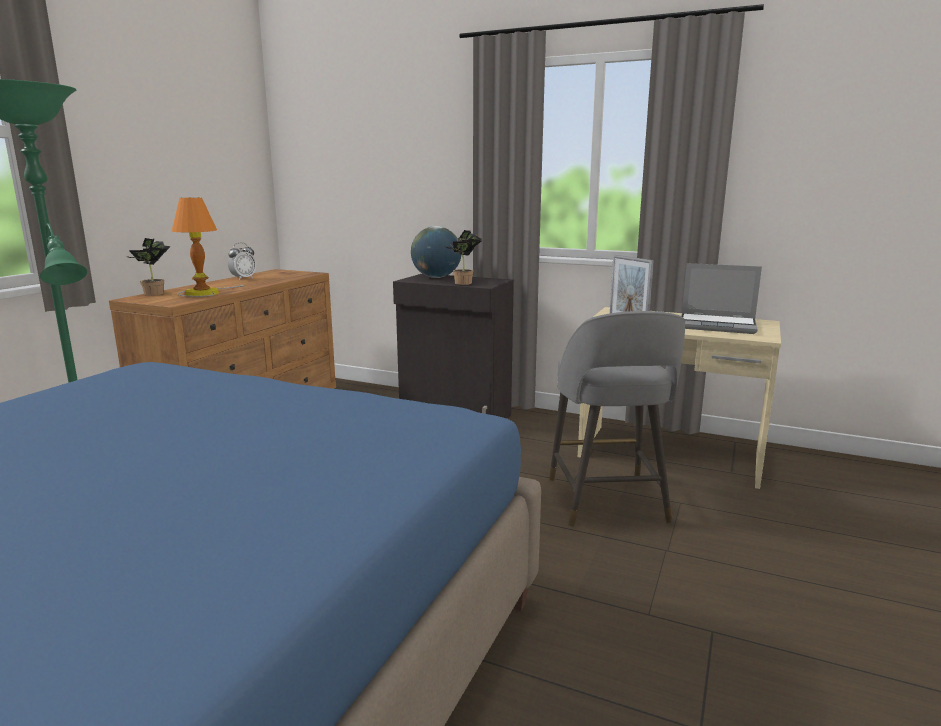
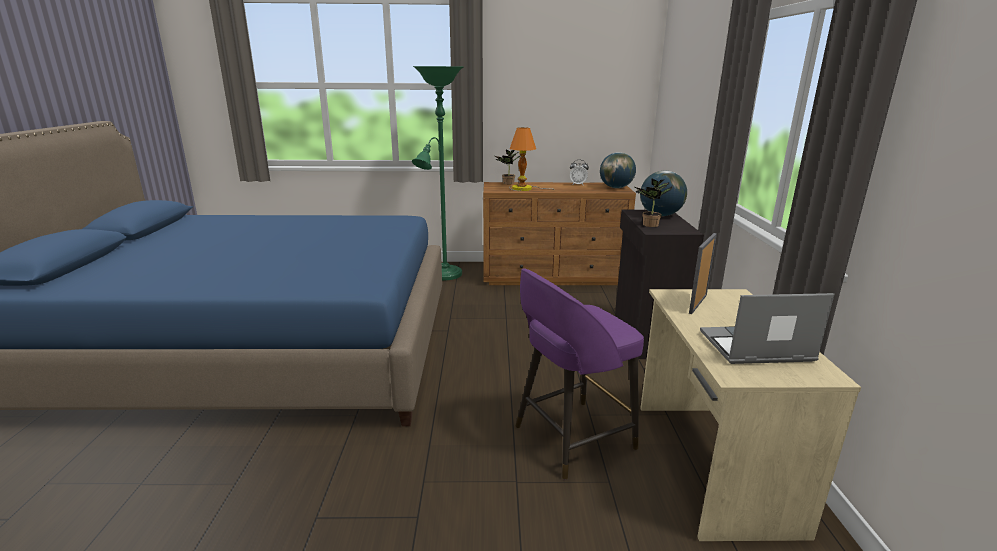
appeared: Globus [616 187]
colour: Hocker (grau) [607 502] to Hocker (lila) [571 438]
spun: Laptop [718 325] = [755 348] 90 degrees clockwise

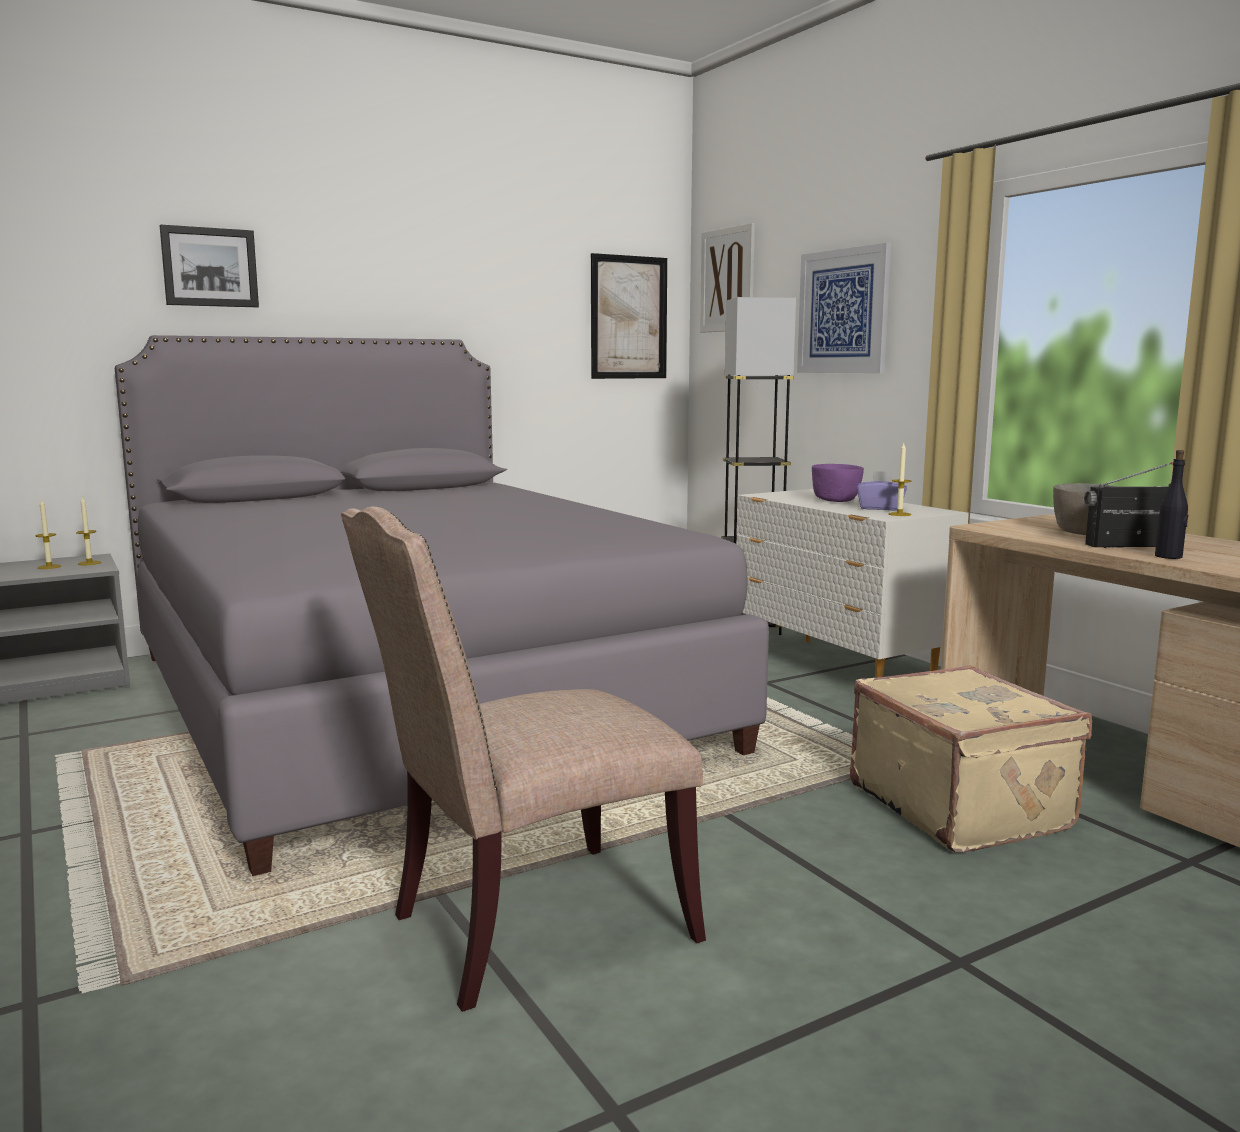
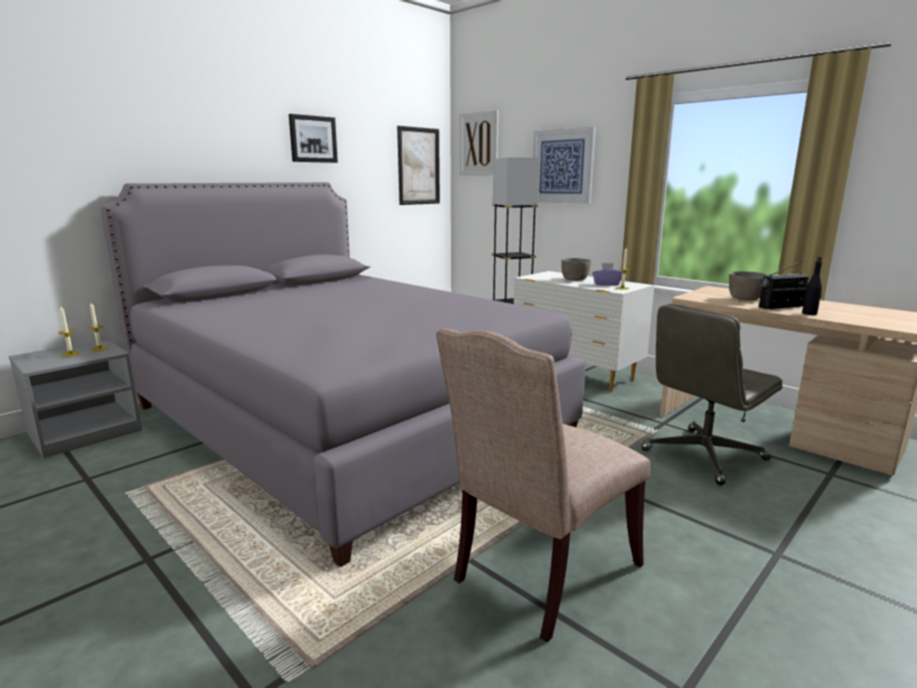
relocated: Bild [209 267] to [313 139]
exchanged: Koffer (beige) [961 806] to Bürostuhl (grau) [703 456]
colour: Schüssel (lila) [836 501] to Schüssel (grau) [575 280]

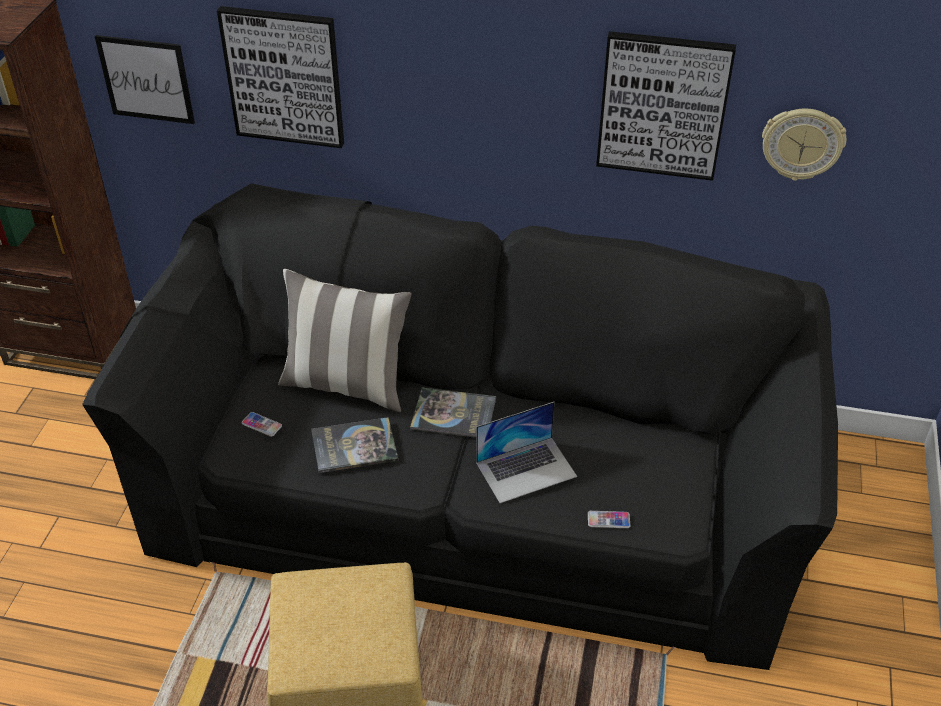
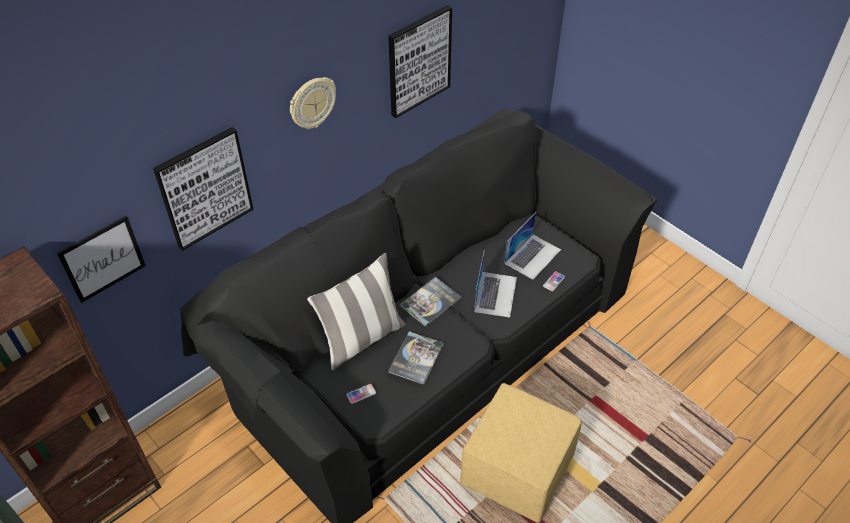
appeared: Laptop [532 256]
relocated: Wanduhr [802 143] to [312 103]

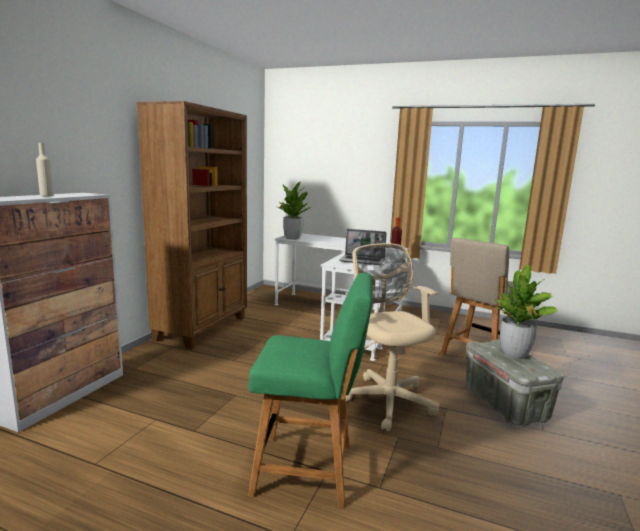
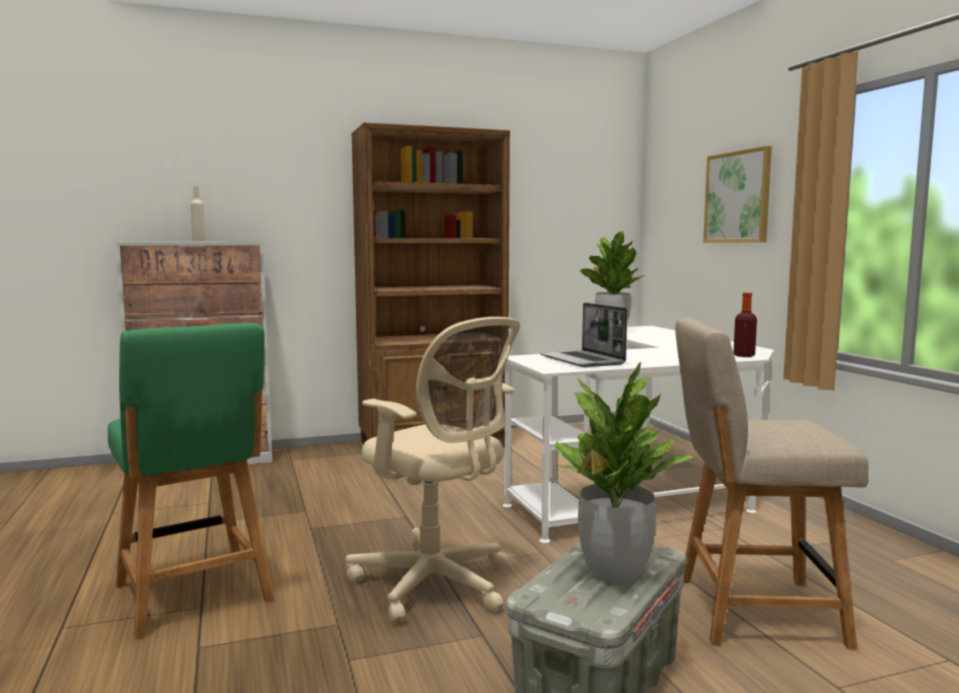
appeared: Bild [738 197]
spun: Bürostuhl (beige) [387 399] = [436 586] 105 degrees clockwise

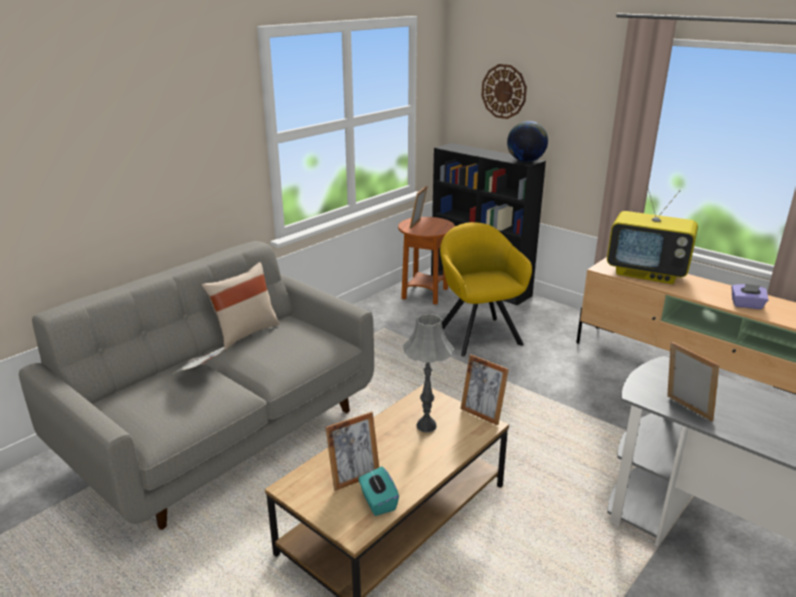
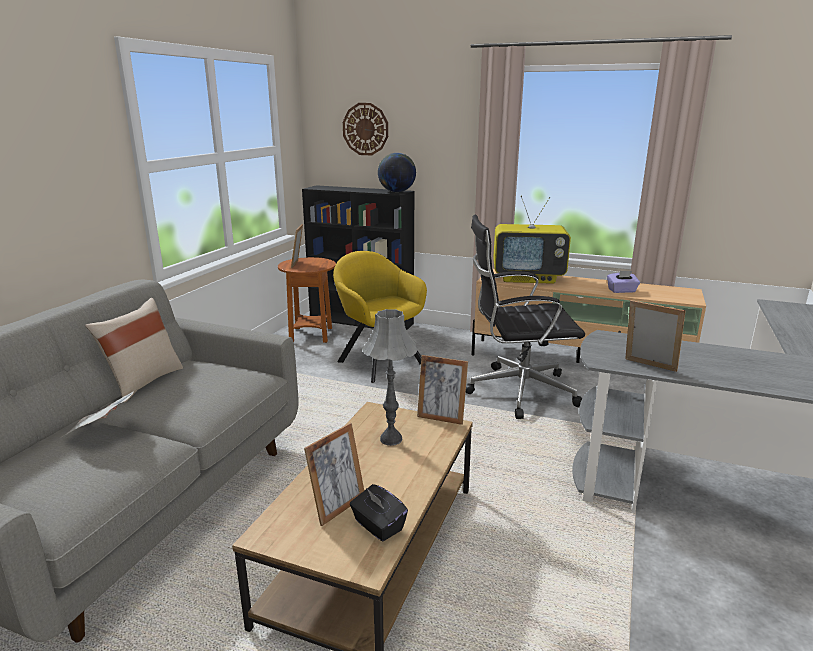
appeared: Bürostuhl (schwarz) [518 391]
colour: Taschentuchbox (türkis) [378 502] to Taschentuchbox (schwarz) [378 526]

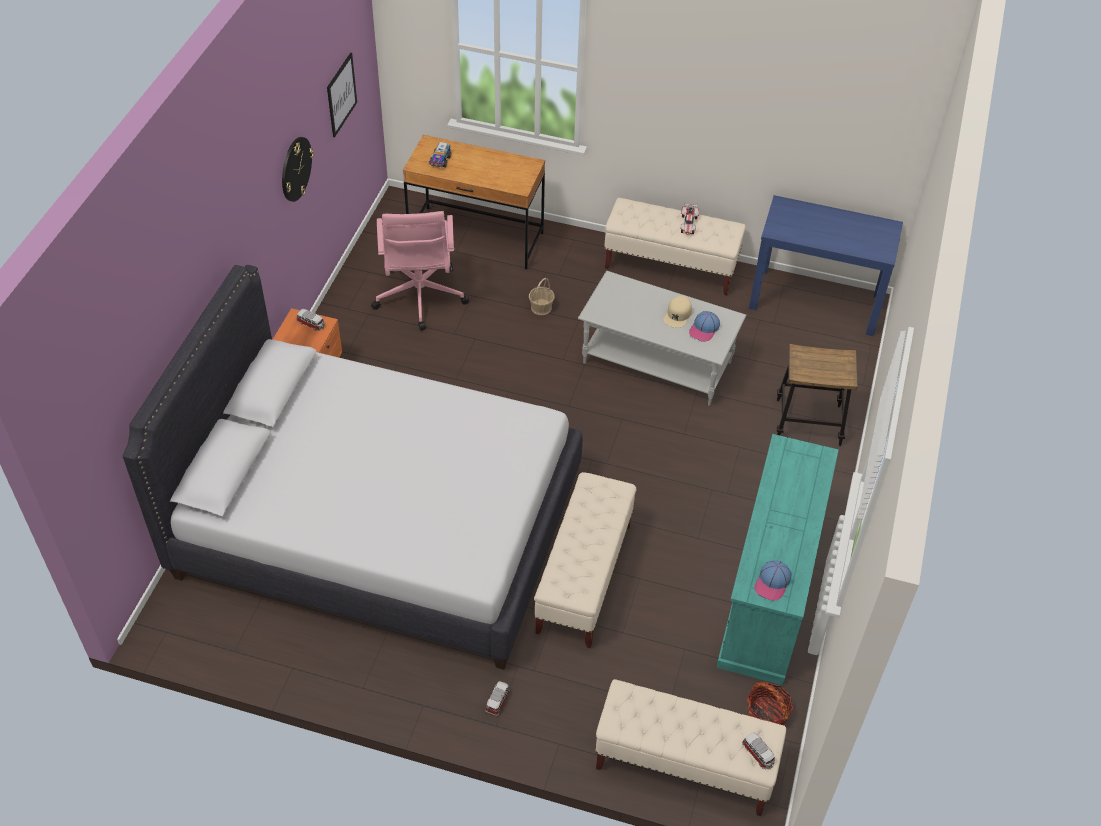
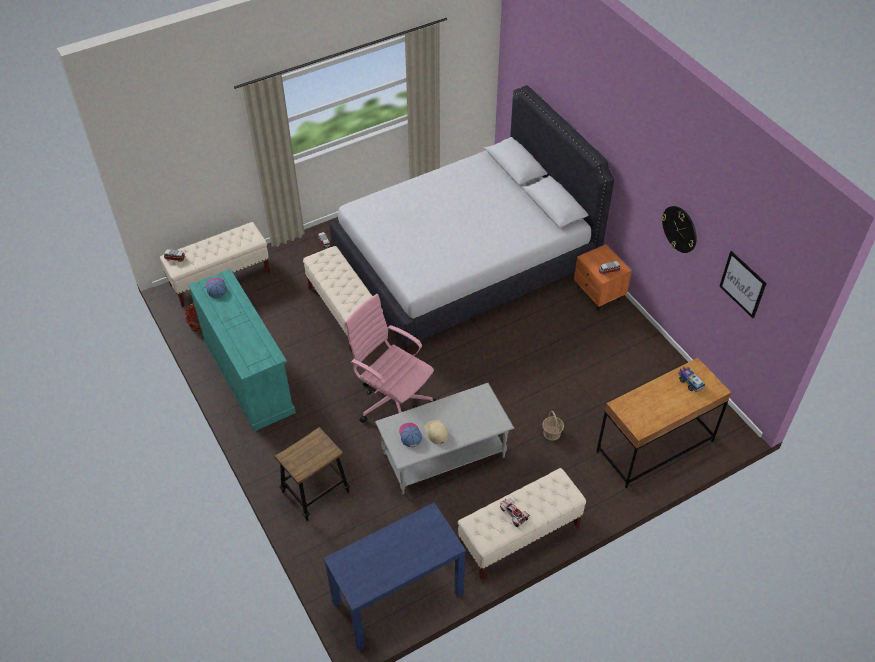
relocated: Bürostuhl (rosa) [419 298] to [393 401]

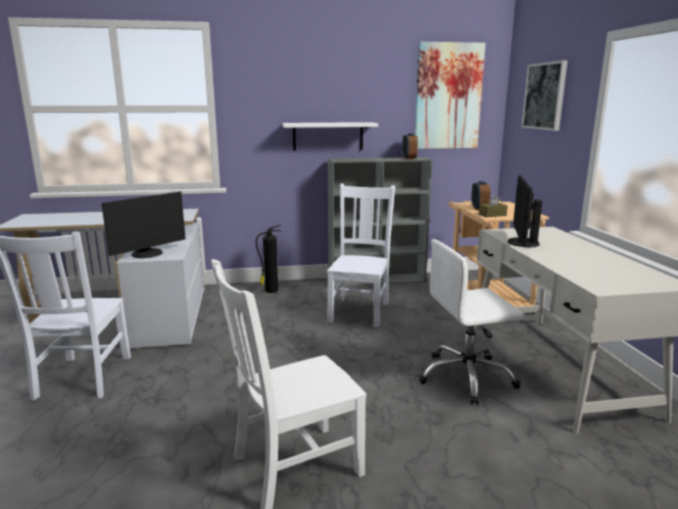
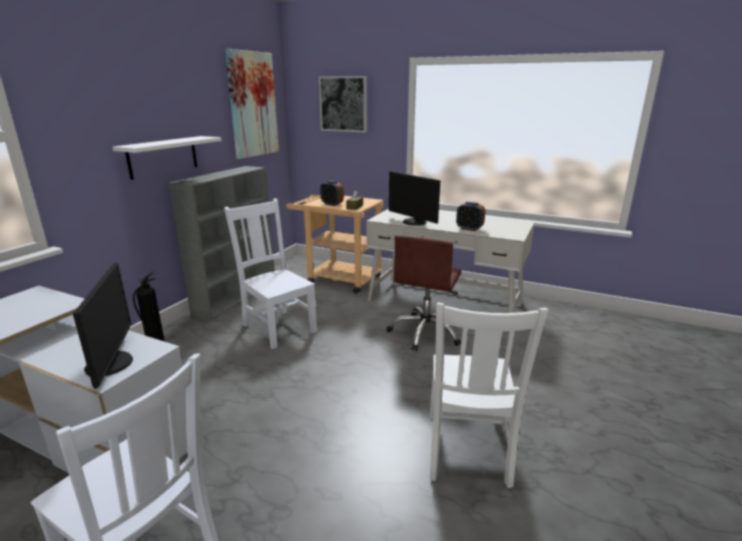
relocated: Wecker [409 158] to [469 229]
colour: Bürostuhl (weiß) [466 377] to Bürostuhl (braun) [425 332]

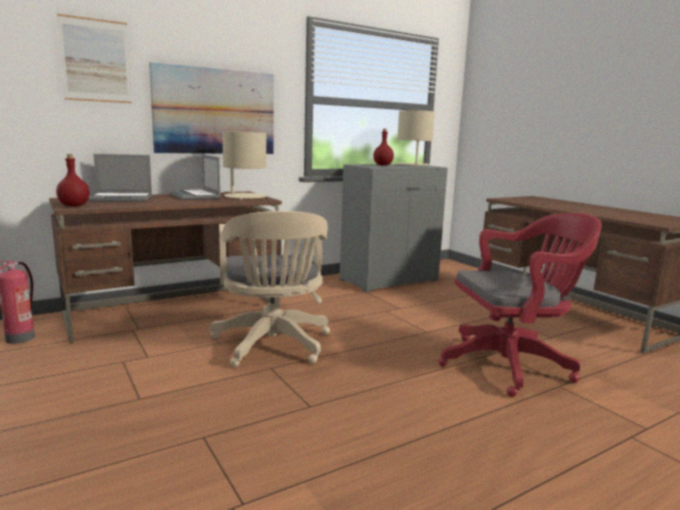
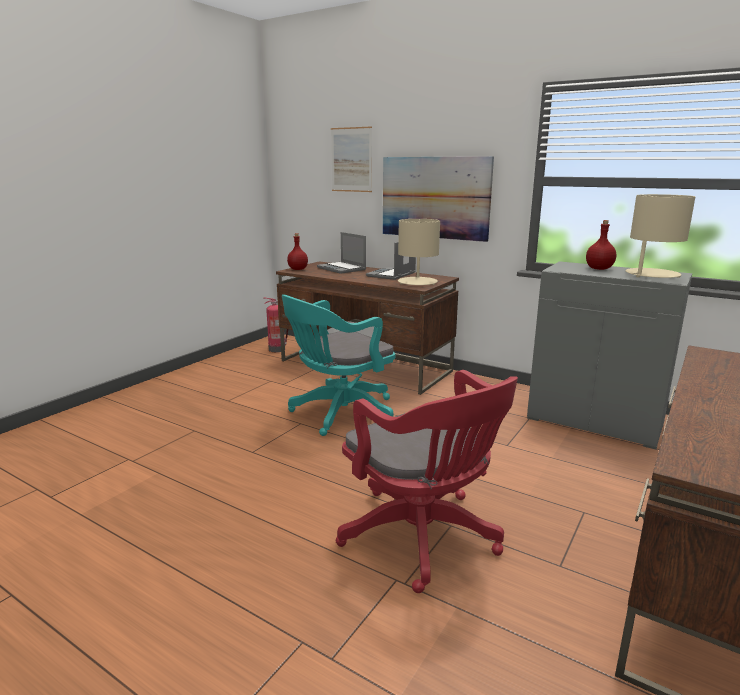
colour: Bürostuhl (beige) [273 346] to Bürostuhl (türkis) [339 414]

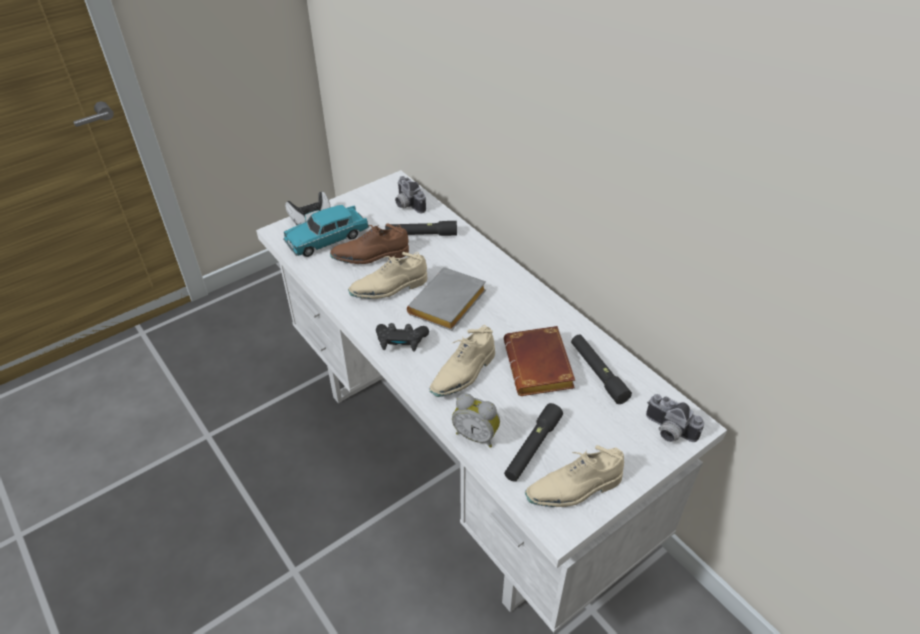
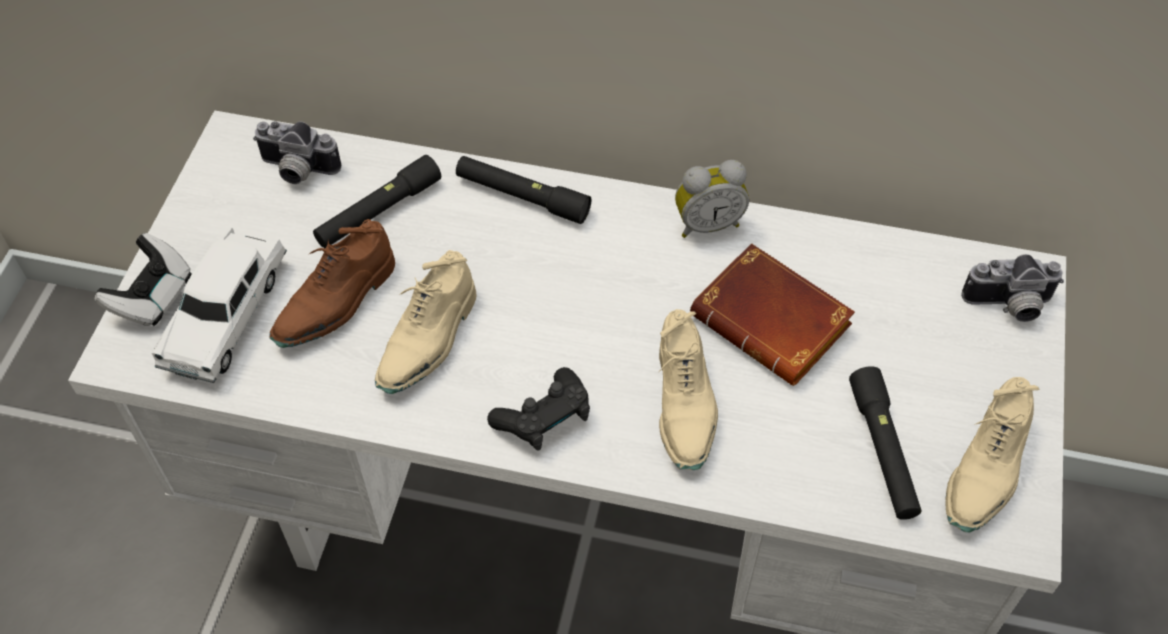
missing: Buch (grau) [448 306]
relocated: Wecker [476 435] to [707 223]; Taschenlampe (schwarz) [598 373] to [522 197]
colour: Spielzeugauto (türkis) [327 239] to Spielzeugauto (weiß) [226 317]

